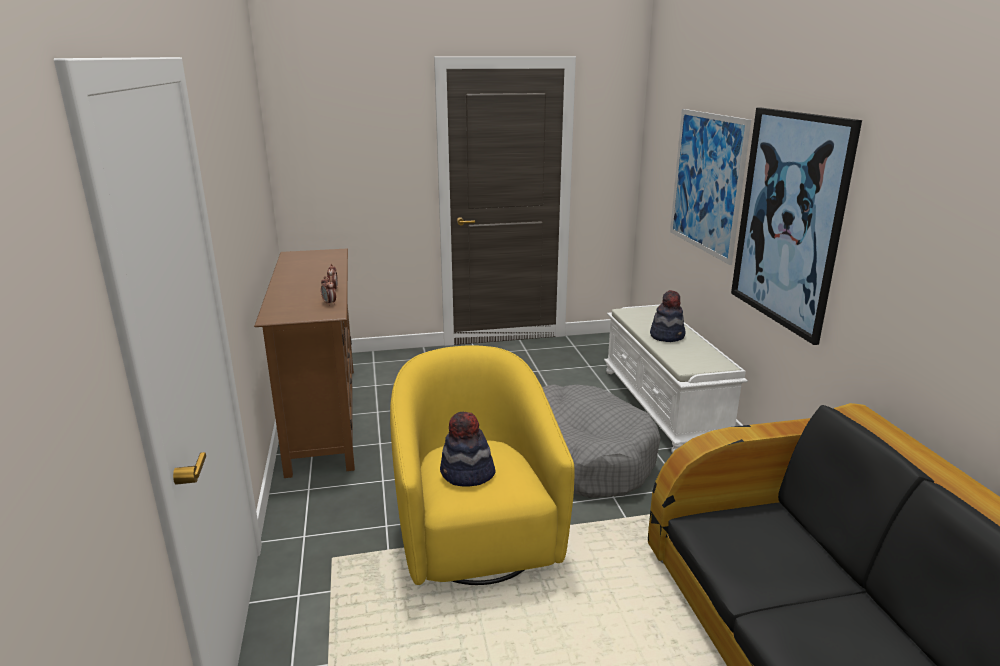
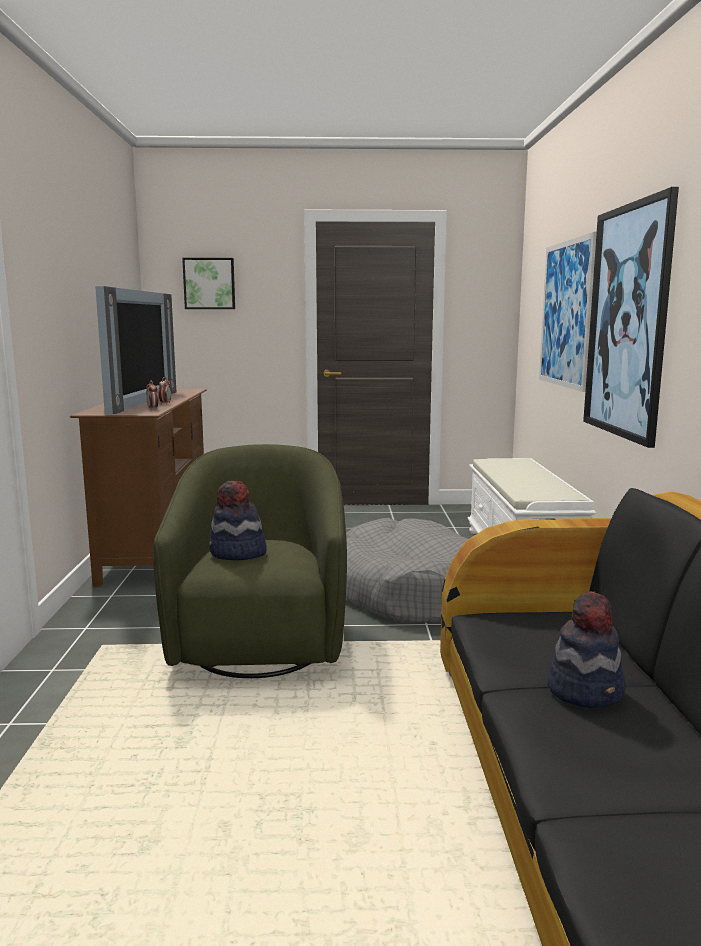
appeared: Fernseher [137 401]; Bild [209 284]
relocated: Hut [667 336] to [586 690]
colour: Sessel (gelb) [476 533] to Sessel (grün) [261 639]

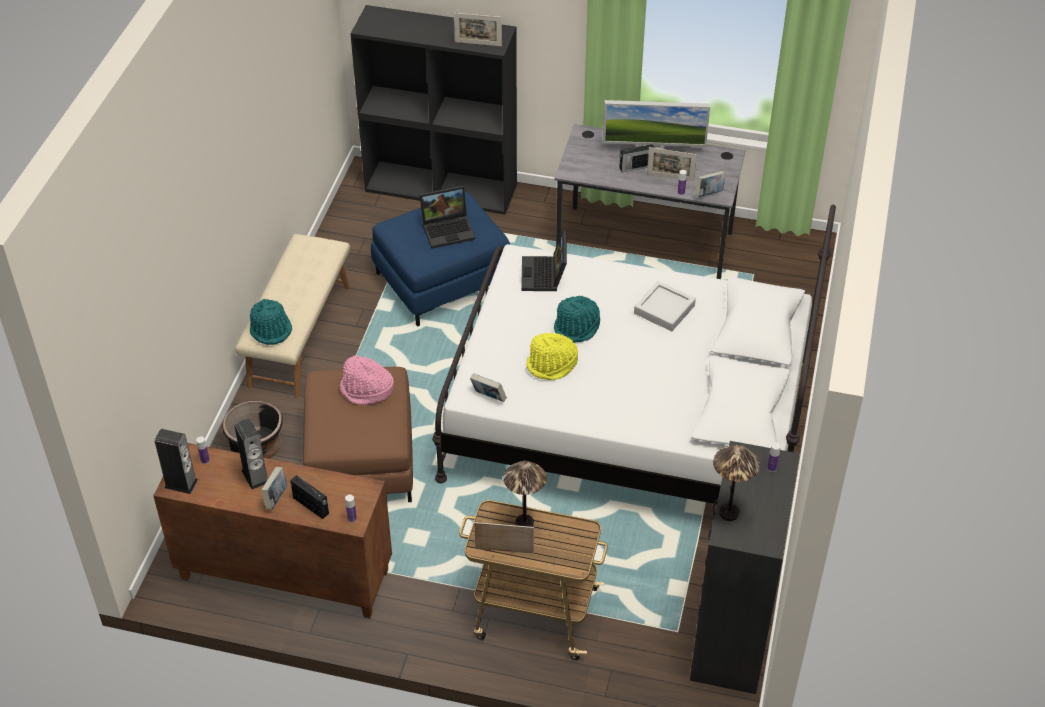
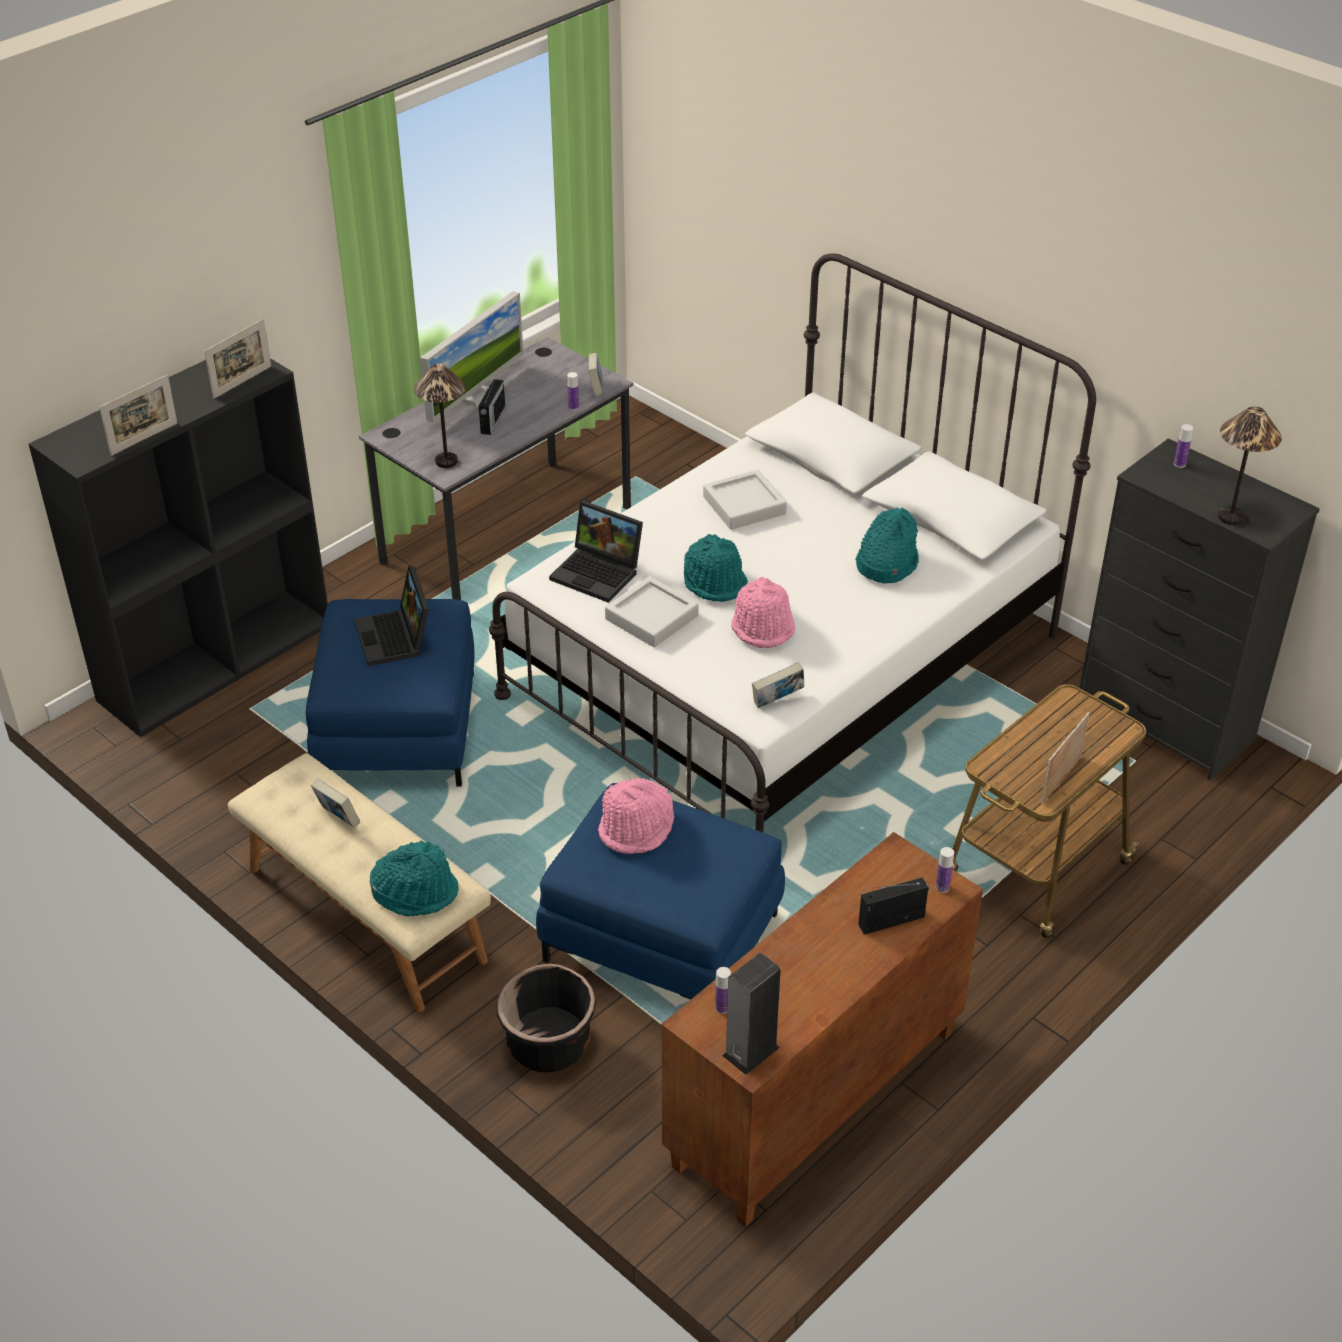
missing: Lautsprecher [255 476]
appeared: Tablett (grau) [651 617]; Hut (türkis) [885 563]
relocated: Buch [276 497] to [338 818]; Tischlampe [525 523] to [447 461]; Bilderrahmen [670 177] to [144 439]
colour: Polsterhocker (braun) [360 460] to Polsterhocker (blau) [661 938]; Hut (gelb) [552 364] to Hut (rosa) [763 626]
spun: Laptop [449 229] = [396 638] 150 degrees clockwise

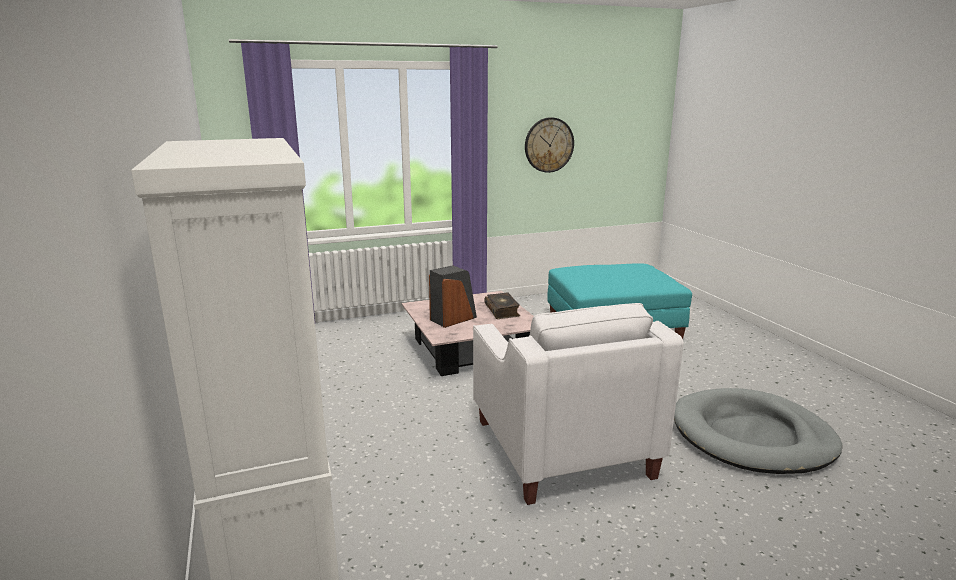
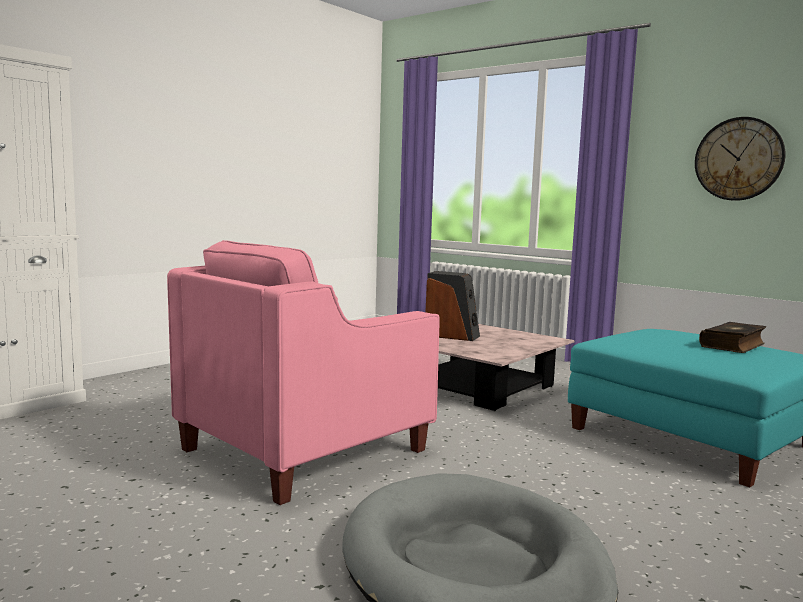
relocated: Buch [502 311] to [733 346]
colour: Sessel (weiß) [561 448] to Sessel (rosa) [304 449]

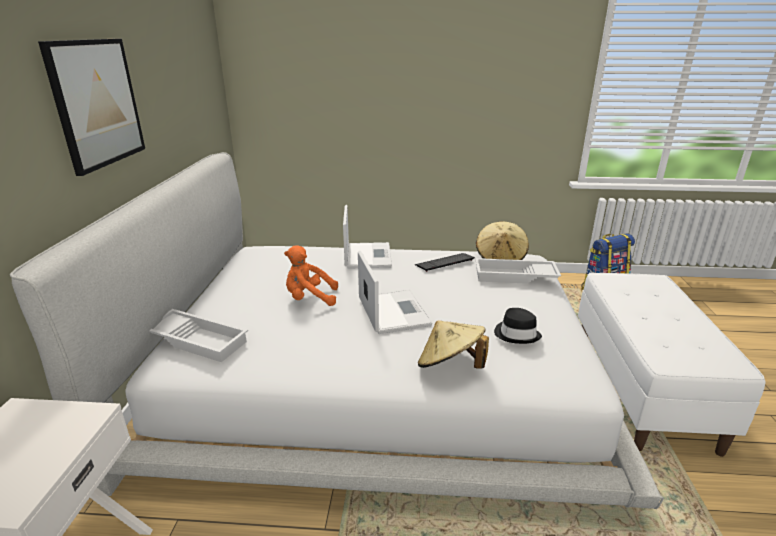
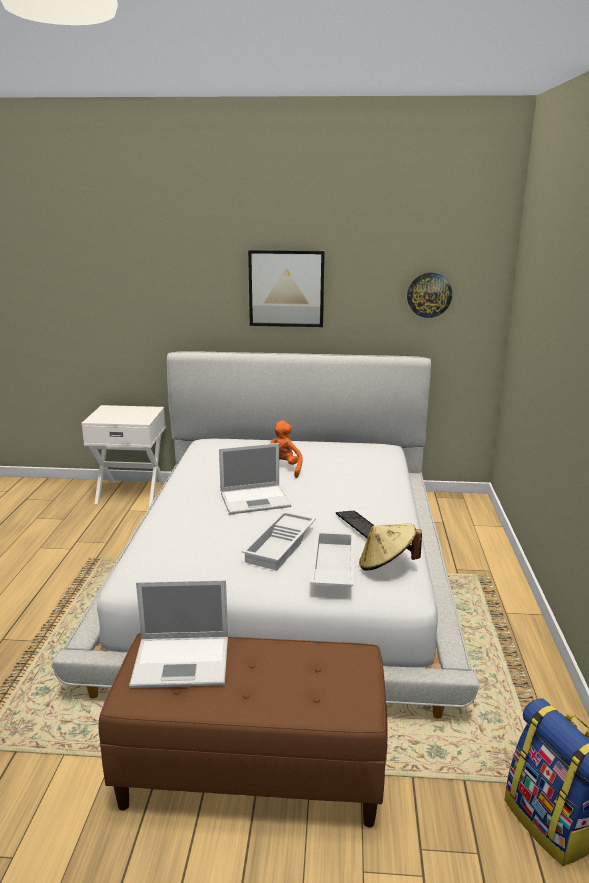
missing: Hut (beige) [450 366]; Hut (schwarz) [517 334]
appeared: Wanduhr [429 295]
relocated: Tablett (weiß) [198 339] to [281 545]; Laptop [367 255] to [183 661]
colour: Bank (weiß) [639 387] to Bank (braun) [252 771]

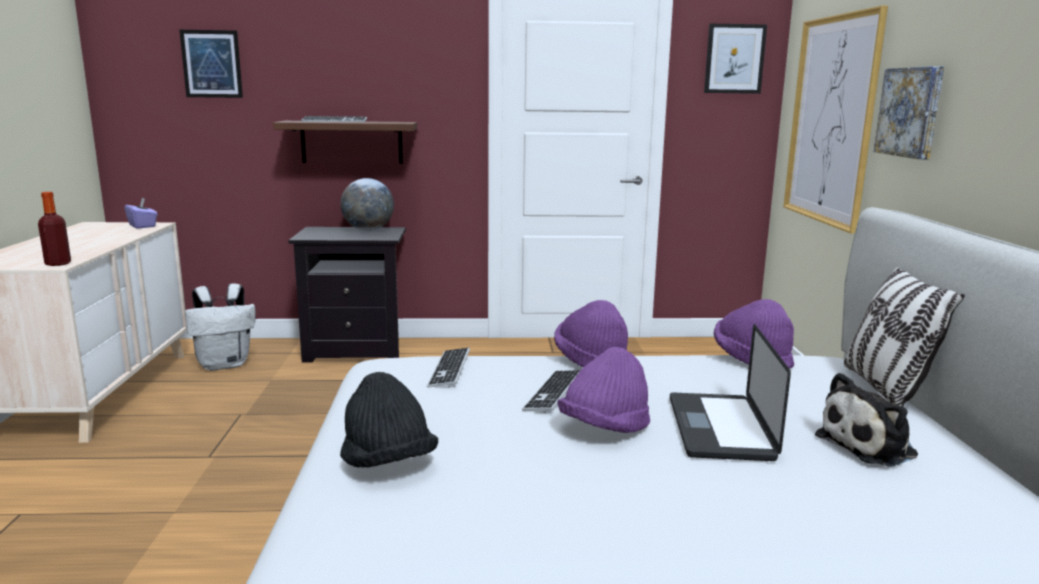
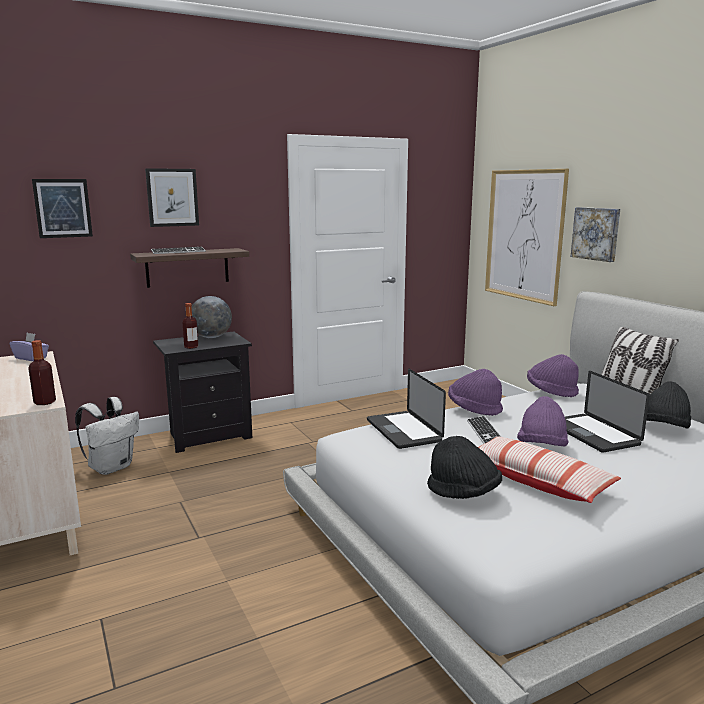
appeared: Flasche [191 347]; Kissen [537 481]
relocated: Bild [734 59] to [172 197]
exchanged: Tastatur [449 369] to Laptop [403 431]; Plüschtier [870 445] to Hut (schwarz) [664 428]

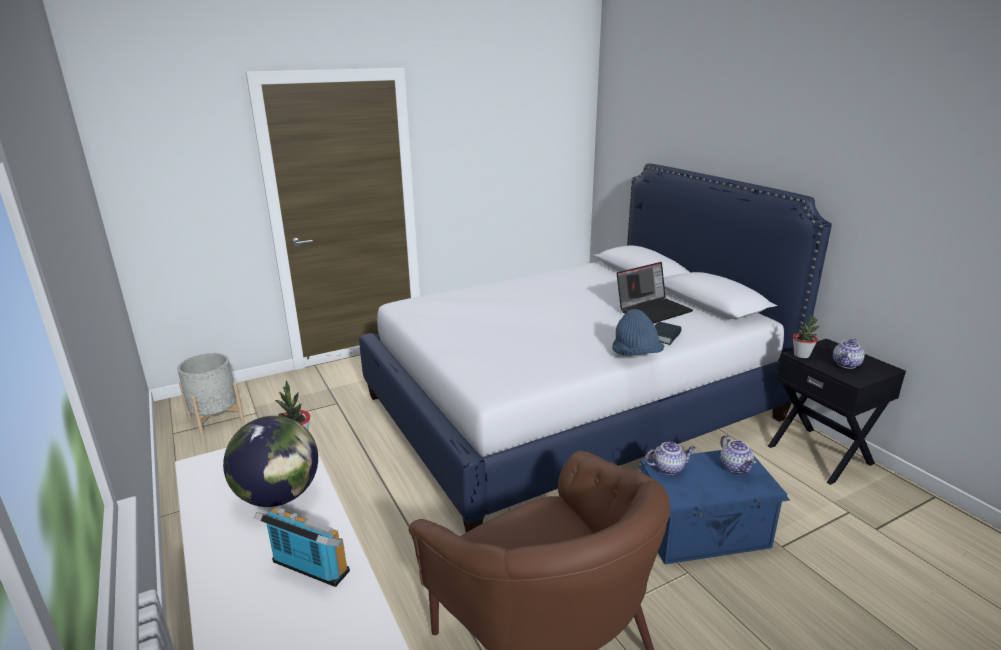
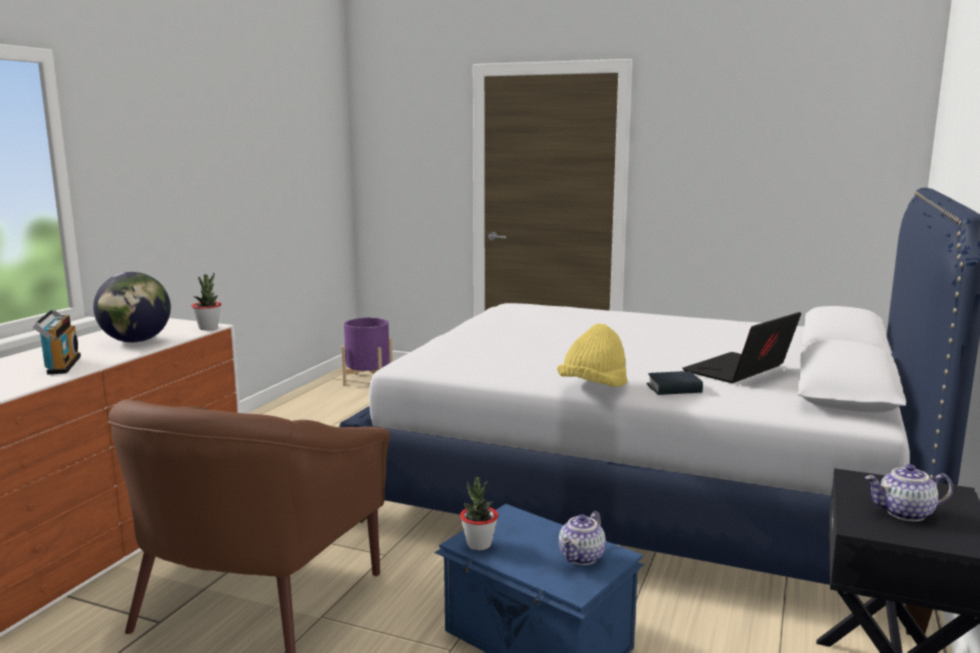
missing: Teekanne [669 468]
relocated: Topfpflanze [801 355] to [479 544]
colour: Pflanzkübel (grau) [216 419] to Pflanzkübel (lila) [368 380]; Hut (blau) [635 355] to Hut (gelb) [593 388]
spun: Laptop [653 310] = [739 371] 120 degrees clockwise

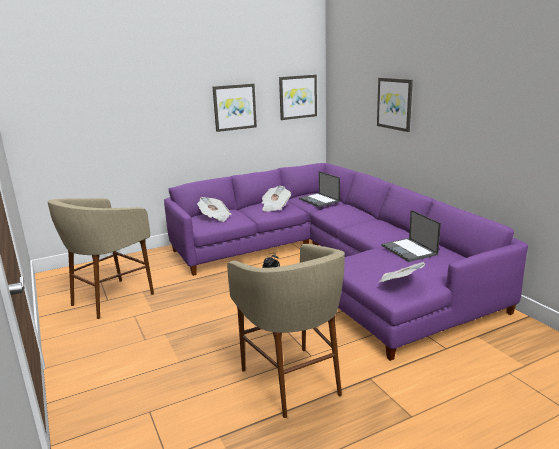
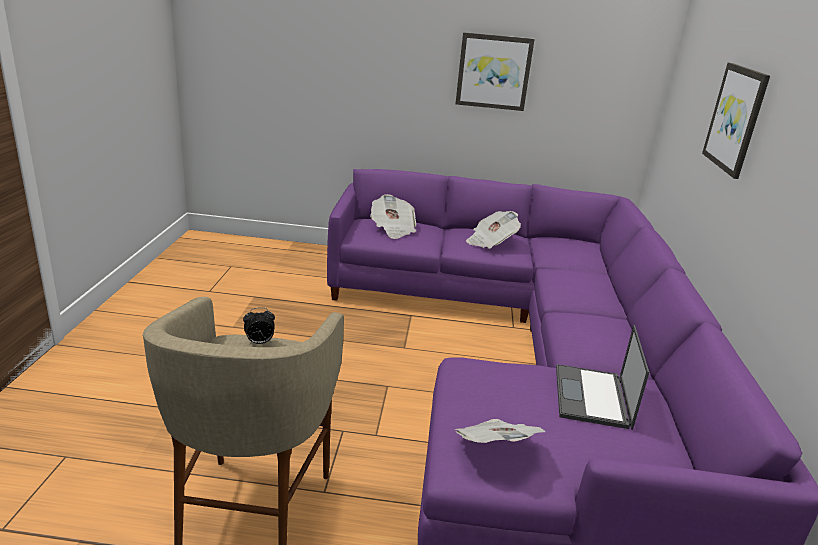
missing: Hocker (beige) [111 299]; Bild [297 97]; Laptop [319 200]

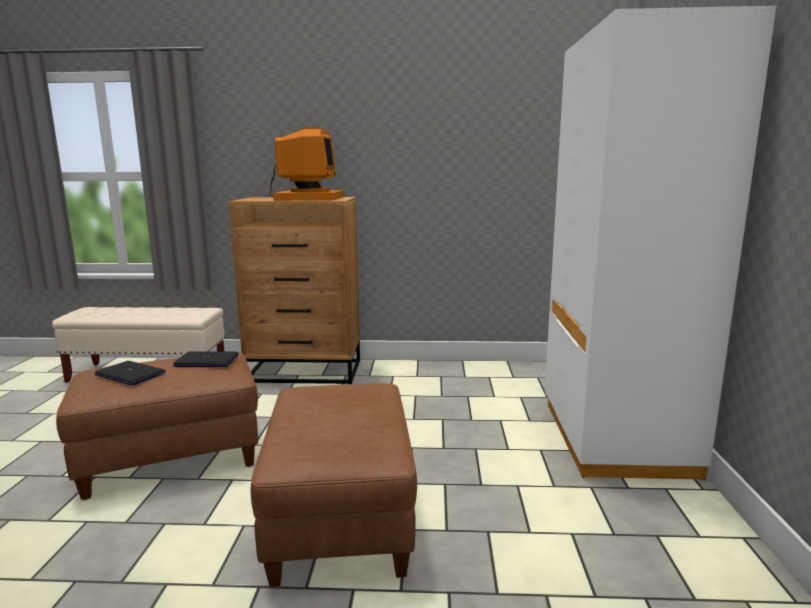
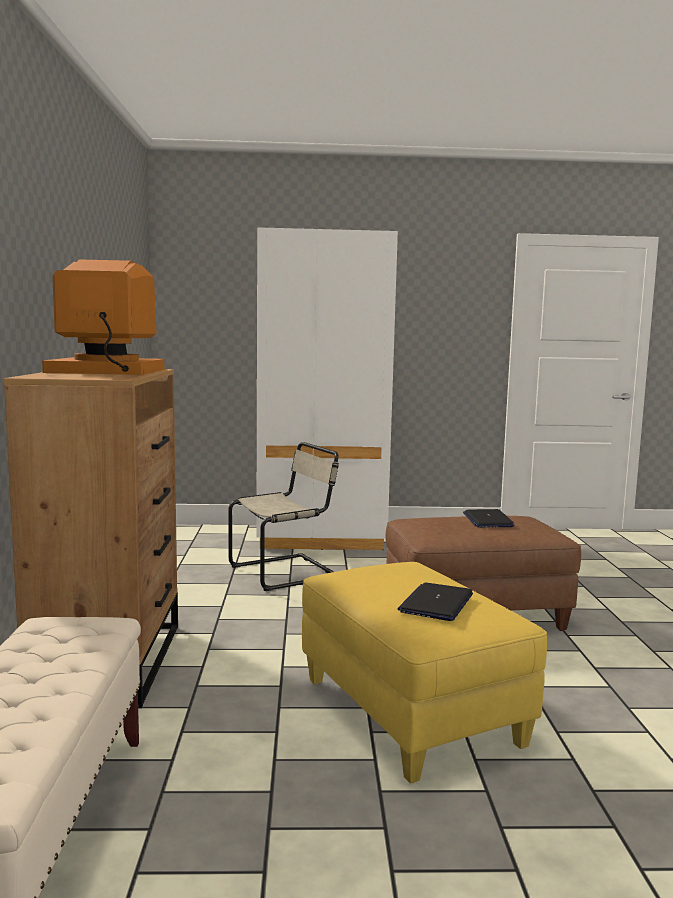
appeared: Stuhl (beige) [286 572]
relocated: Laptop [207 361] to [487 520]
colour: Polsterhocker (braun) [173 458] to Polsterhocker (gelb) [408 712]

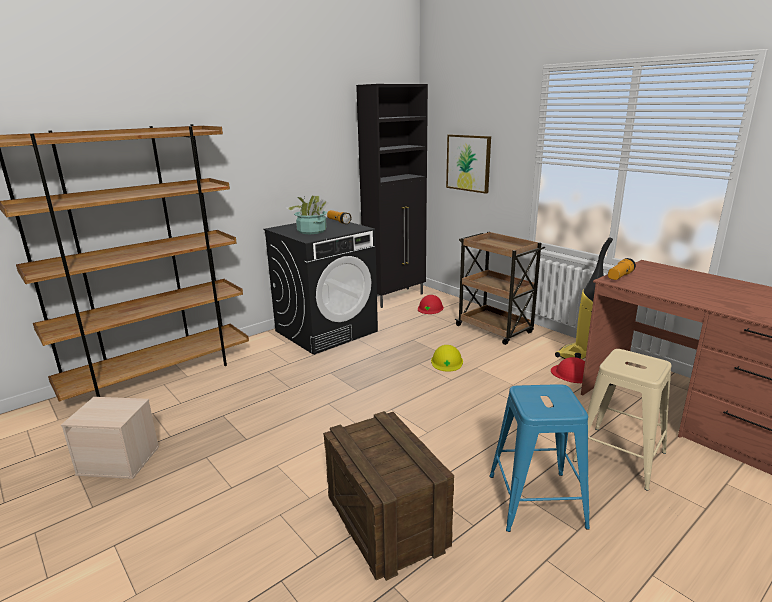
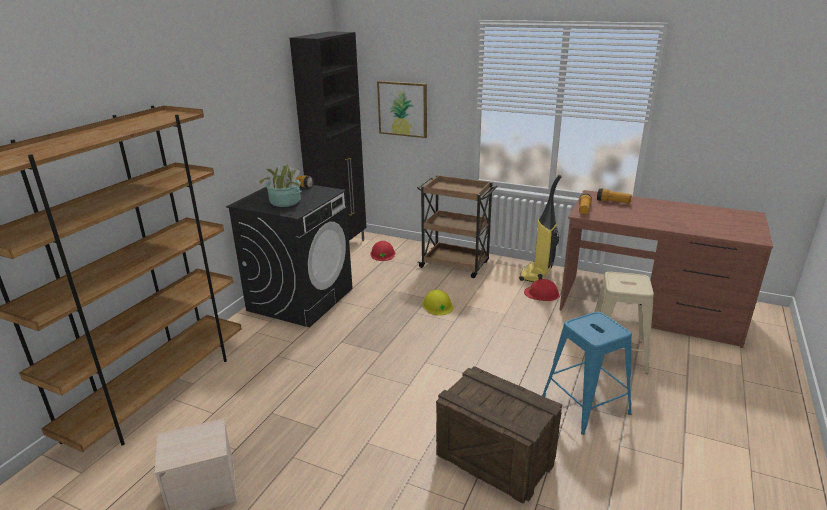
appeared: Taschenlampe [613 202]

